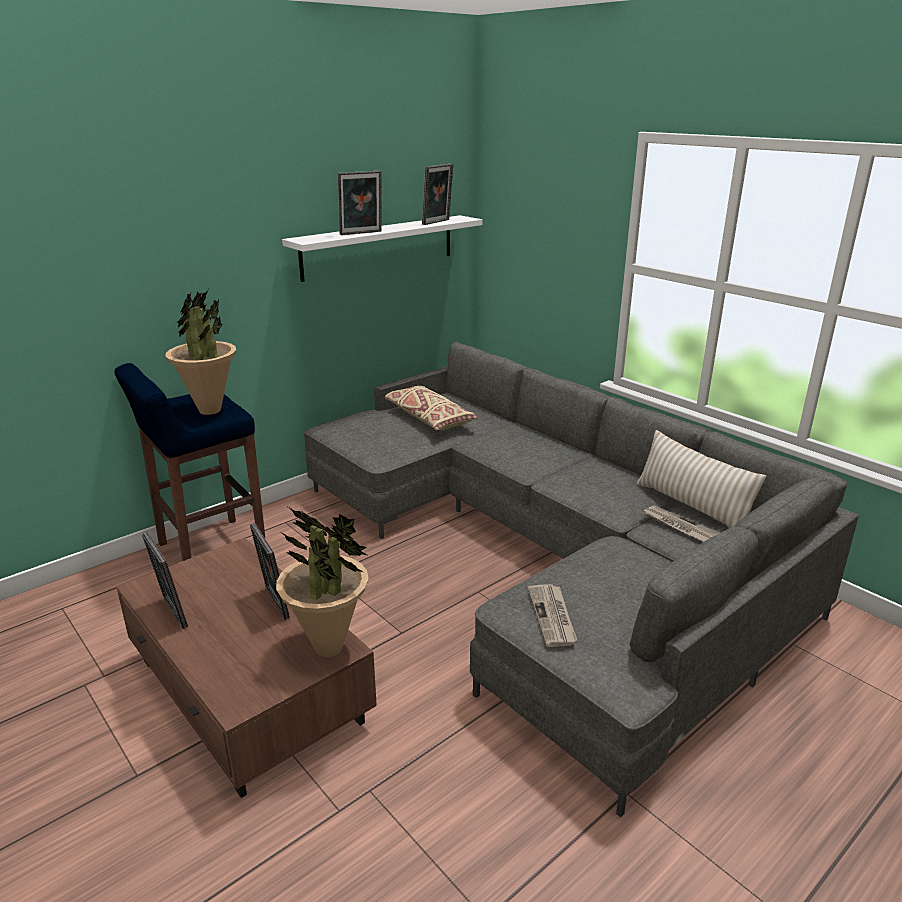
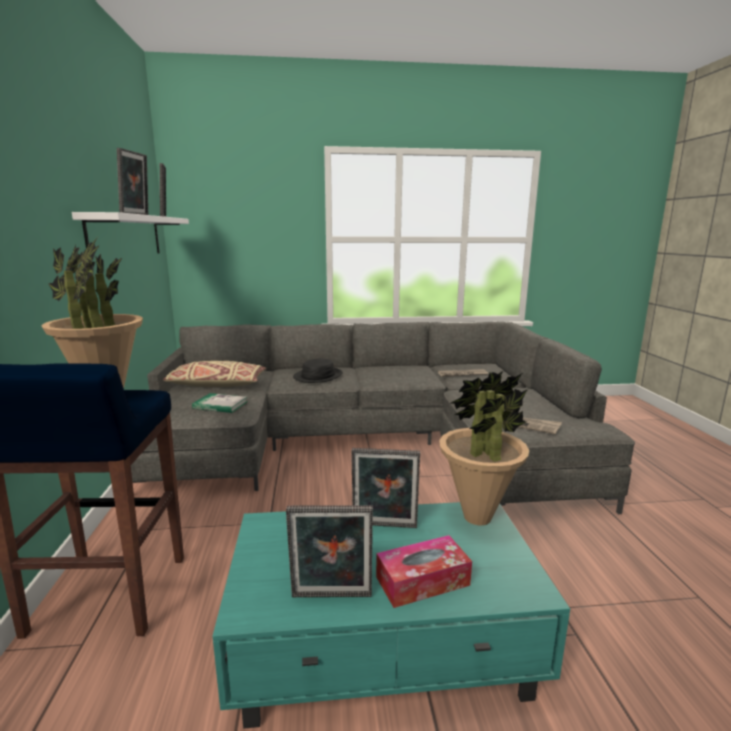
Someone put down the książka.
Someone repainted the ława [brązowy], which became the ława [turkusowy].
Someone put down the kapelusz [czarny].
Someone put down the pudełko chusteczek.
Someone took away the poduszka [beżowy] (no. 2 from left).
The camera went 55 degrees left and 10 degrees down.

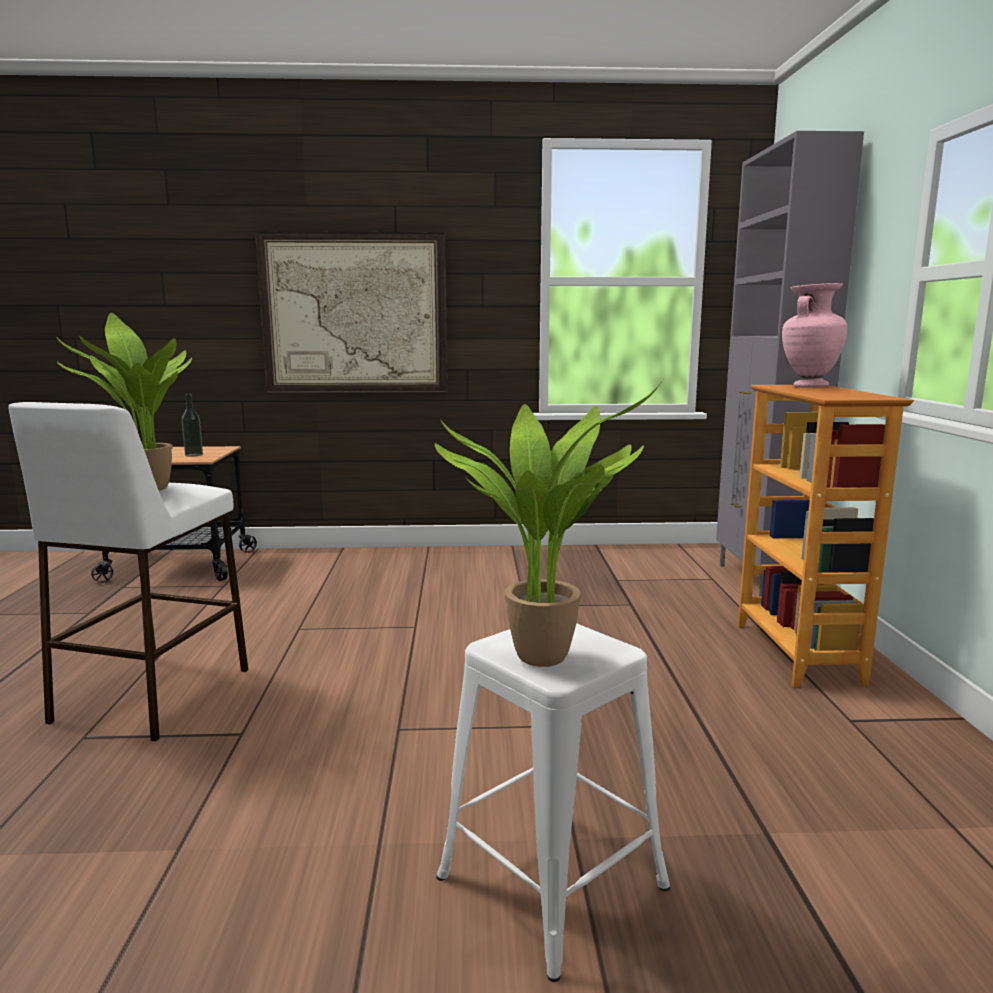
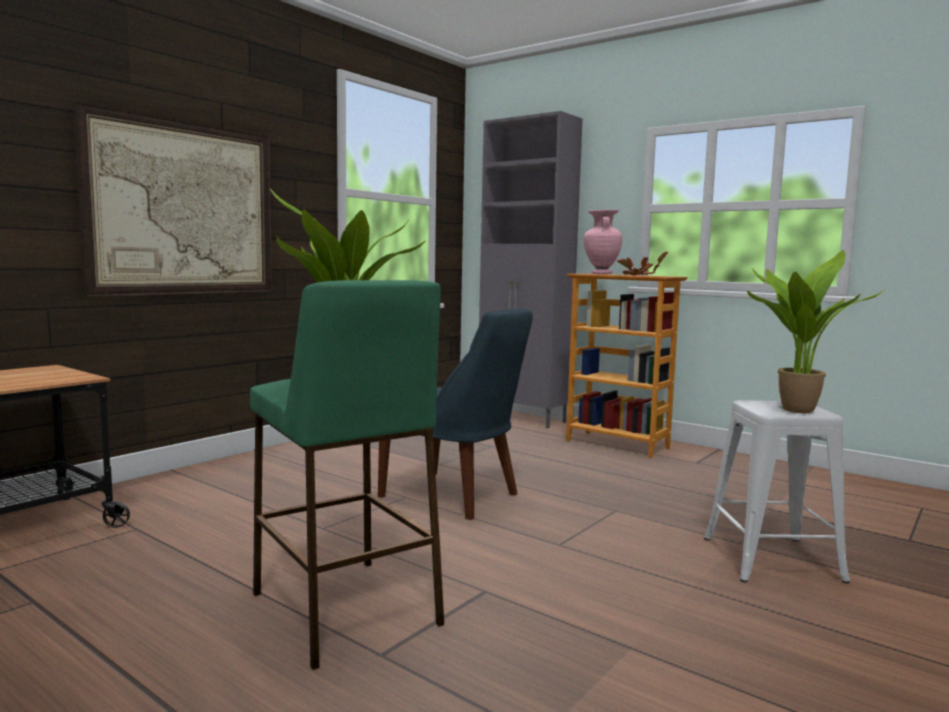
Someone repainted the stołek [biały] (no. 1 from left), which became the stołek [zielony].
Someone put down the krzesło [niebieski].
Someone put down the roślina doniczkowa (no. 2 from left).
Someone took away the butelka.
The camera went 50 degrees left and 5 degrees down.

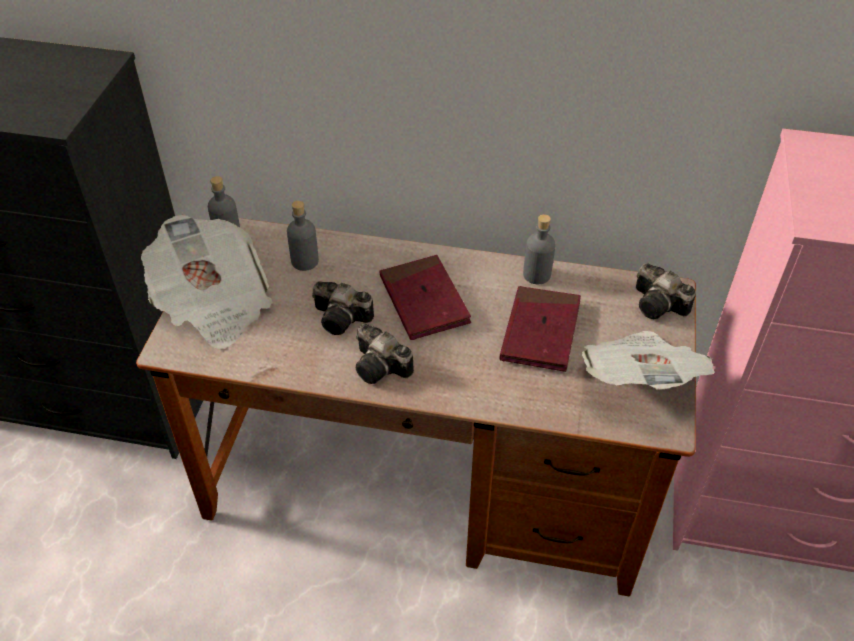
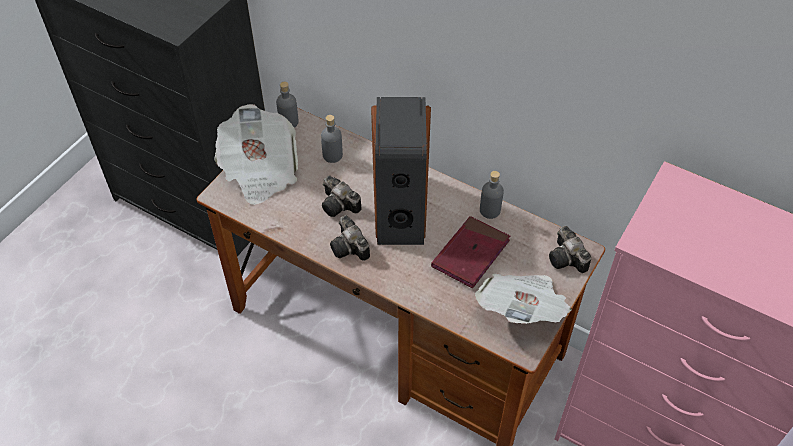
Someone swapped the książka [czerwony] (no. 1 from left) for the głośnik.
The camera went 20 degrees right and 5 degrees up.

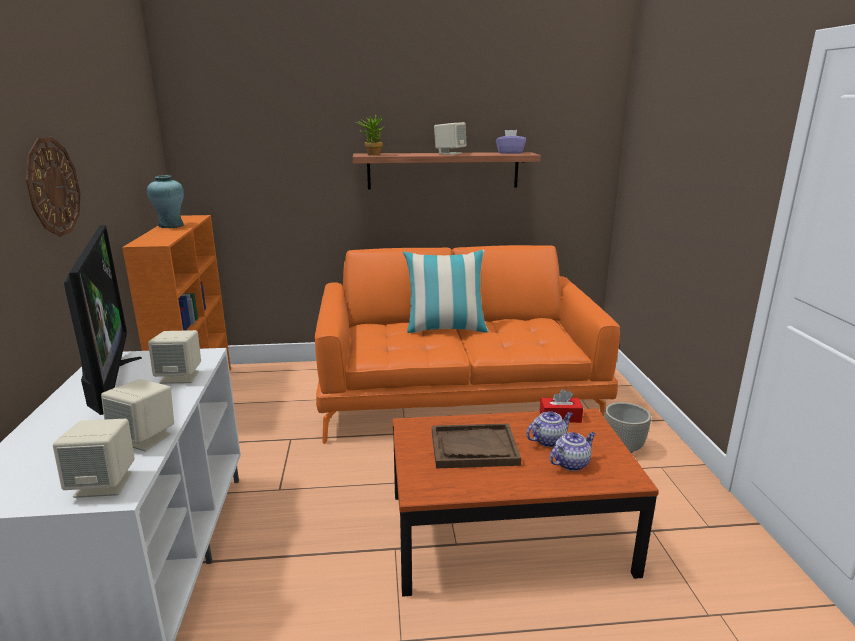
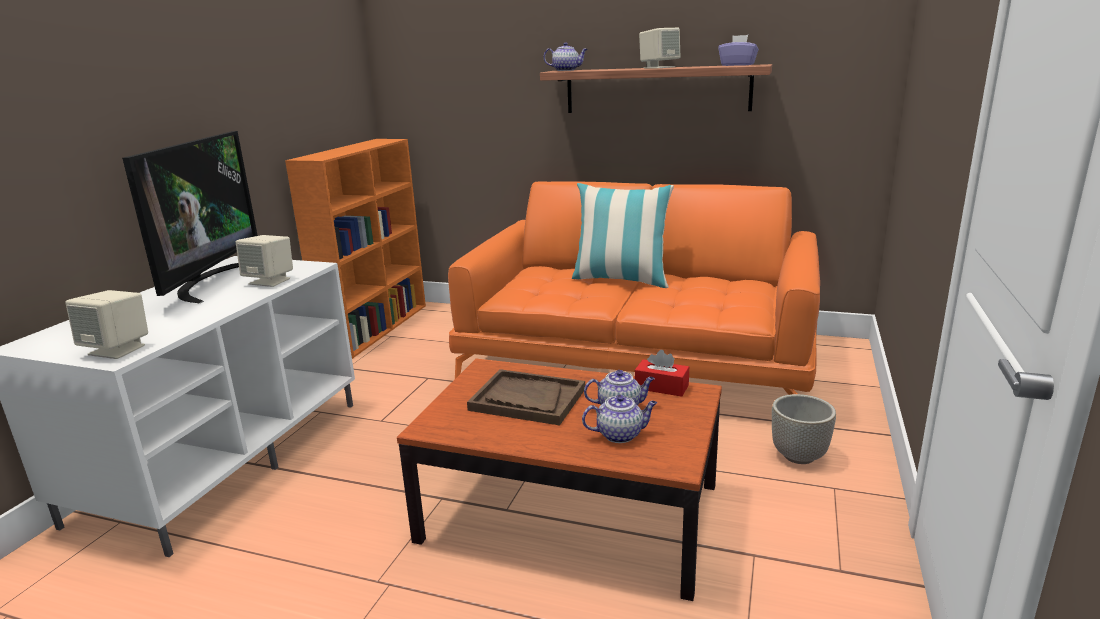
Someone swapped the roślina doniczkowa for the imbryk (no. 1 from left).
Someone took away the zegar ścienny.
Someone took away the głośnik [beżowy] (no. 2 from left).
Someone took away the wazon [turkusowy].
The camera went 25 degrees right and 0 degrees up.

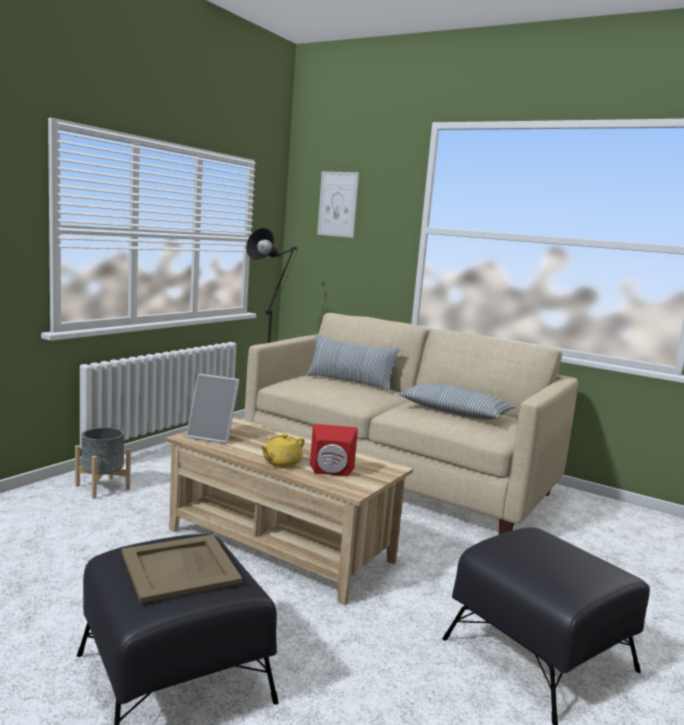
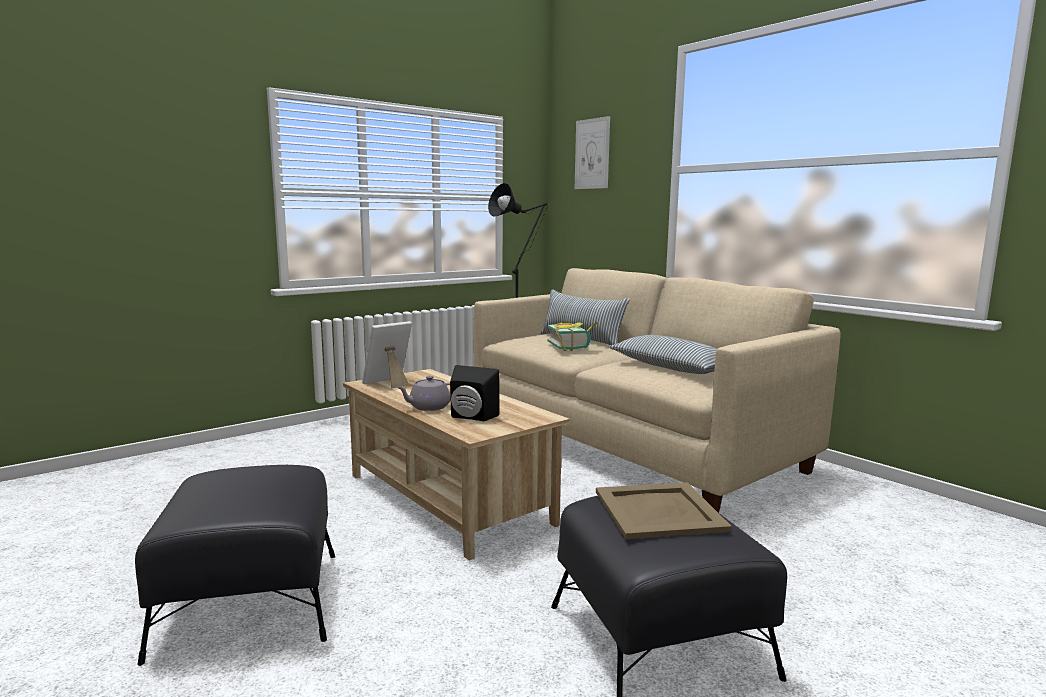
Someone rotated the ramka na zdjęcie by 105 degrees clockwise.
Someone repainted the imbryk [żółty], which became the imbryk [szary].
Someone repainted the głośnik [czerwony], which became the głośnik [czarny].
Someone put down the książka.
Someone carried the taca [beżowy].
Someone took away the donica [szary].
The camera went 20 degrees right and 0 degrees up.

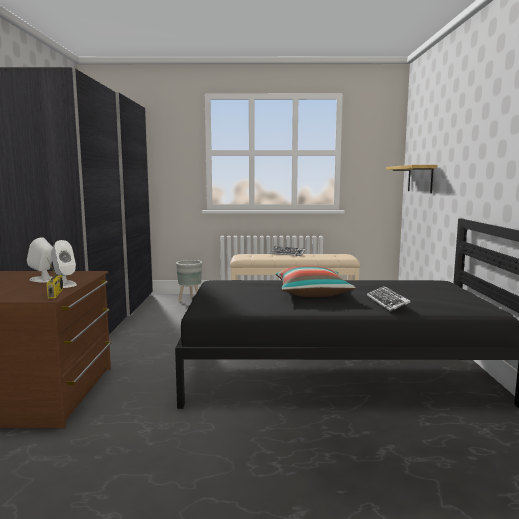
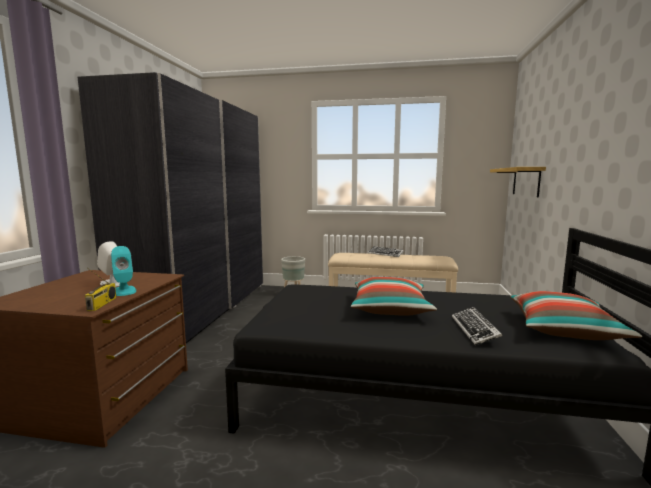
Someone repainted the głośnik [biały] (no. 2 from left), which became the głośnik [turkusowy].
Someone put down the poduszka (no. 2 from left).
The camera went 10 degrees right and 0 degrees up.

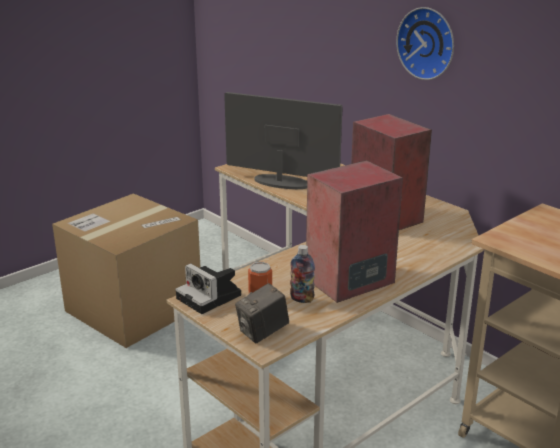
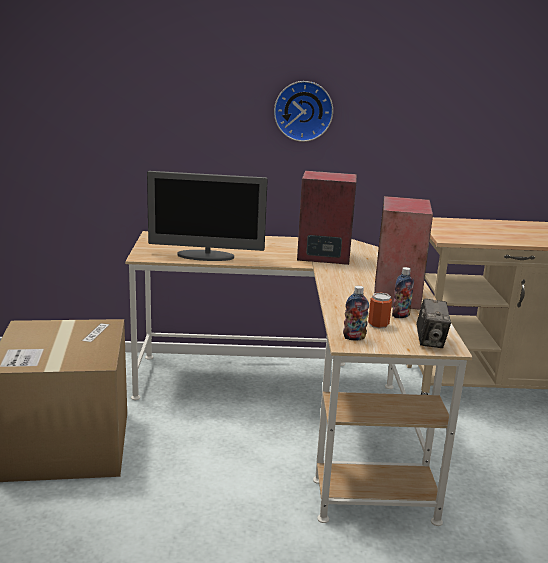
Someone rotated the monitor by 150 degrees counterclockwise.
Someone swapped the aparat fotograficzny (no. 1 from left) for the butelka (no. 1 from left).
The camera went 50 degrees left and 5 degrees down.

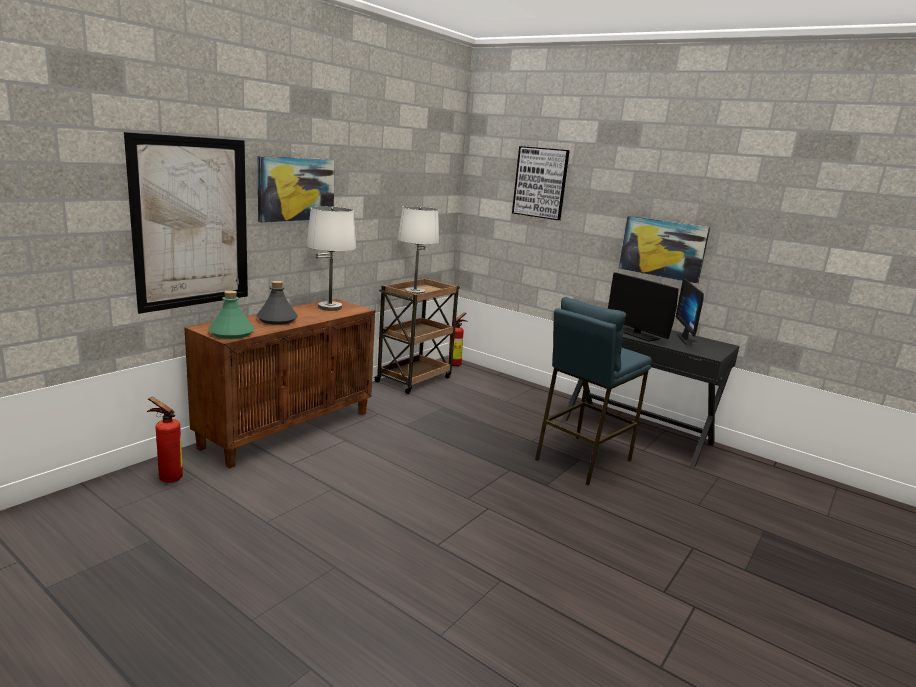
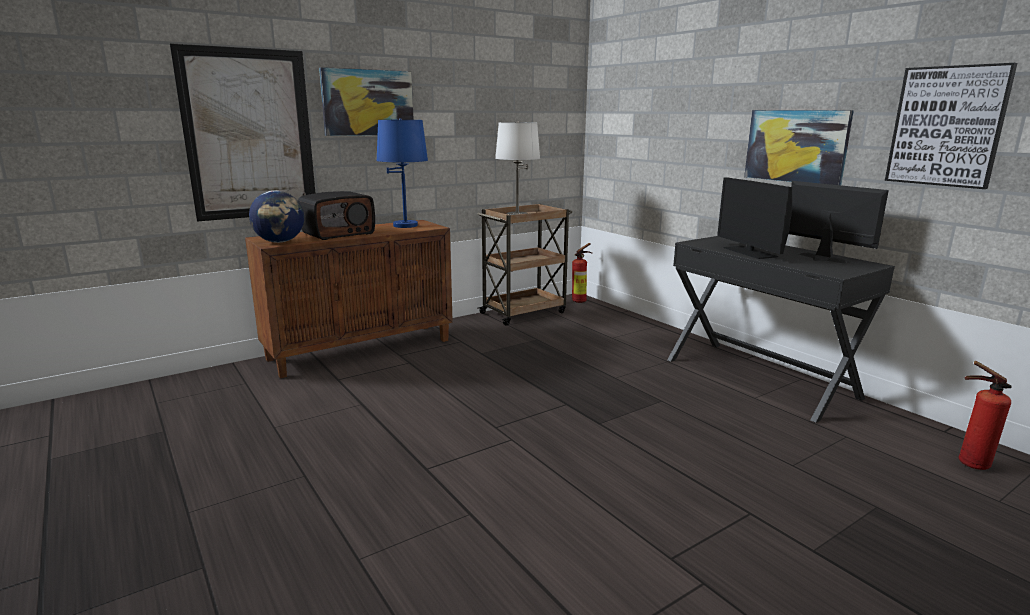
Someone swapped the butelka [zielony] for the globus.
Someone swapped the butelka [szary] for the radio.
Someone repainted the lampa stołowa [biały] (no. 1 from left), which became the lampa stołowa [niebieski].
Someone rotated the monitor (no. 2 from left) by 120 degrees clockwise.
Someone carried the obraz (no. 3 from left in the first image).
Someone carried the gaśnica (no. 1 from left in the first image).
Someone took away the stołek [niebieski].
The camera went 20 degrees right and 0 degrees up.

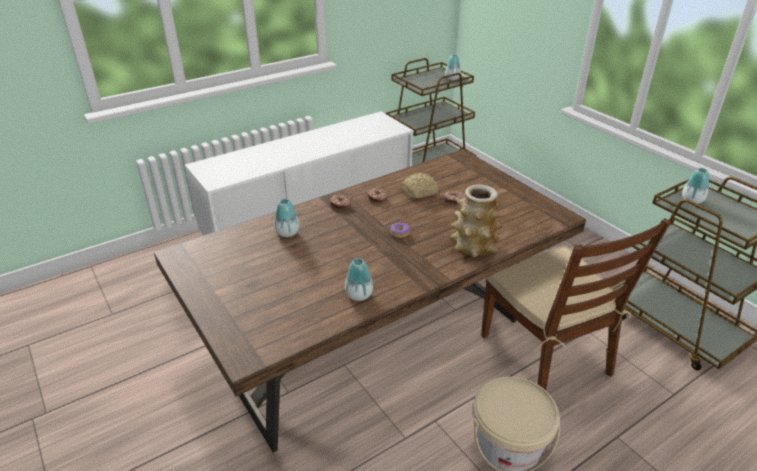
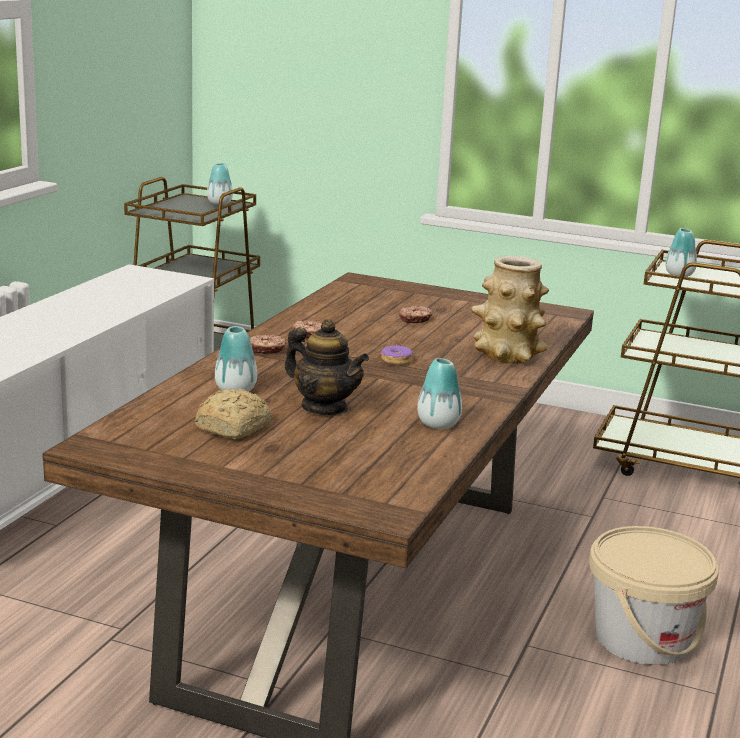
Someone carried the chleb.
Someone put down the imbryk.
Someone took away the krzesło [brązowy].
The camera went 35 degrees left and 15 degrees down.

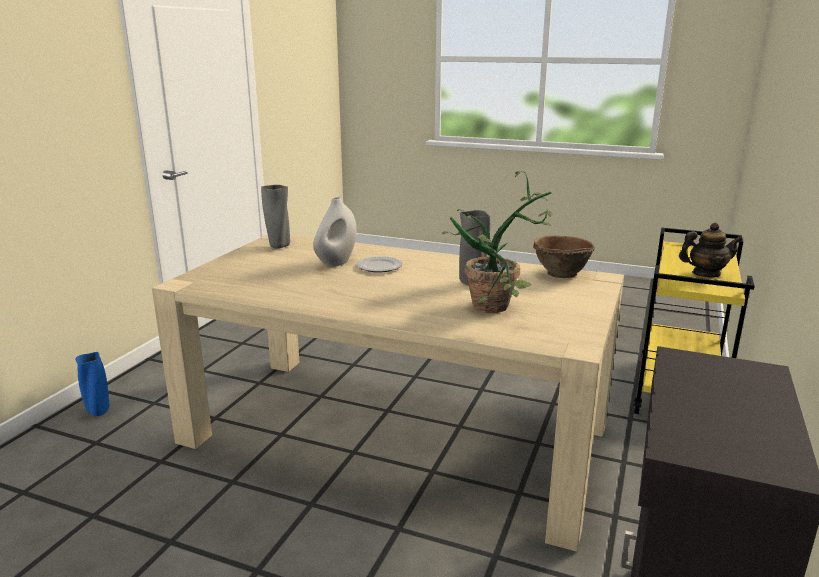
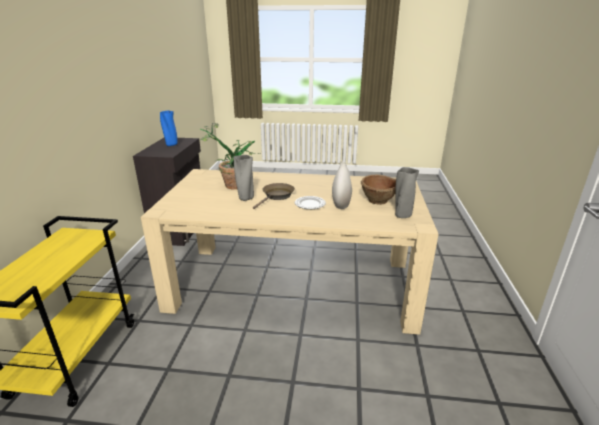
Someone carried the wazon [niebieski].
Someone put down the patelnia [brązowy].
Someone carried the miska [brązowy].
Someone took away the imbryk.
The camera went 165 degrees right and 5 degrees up.

